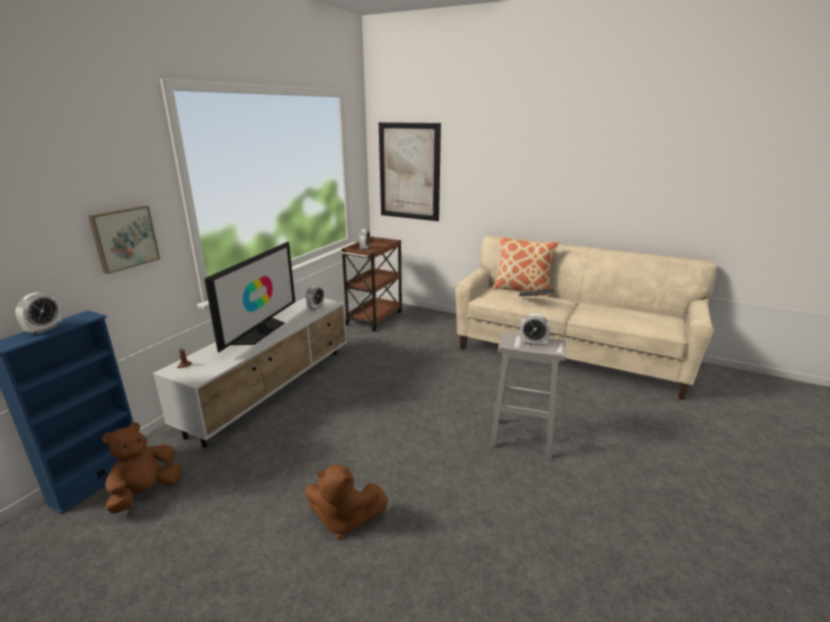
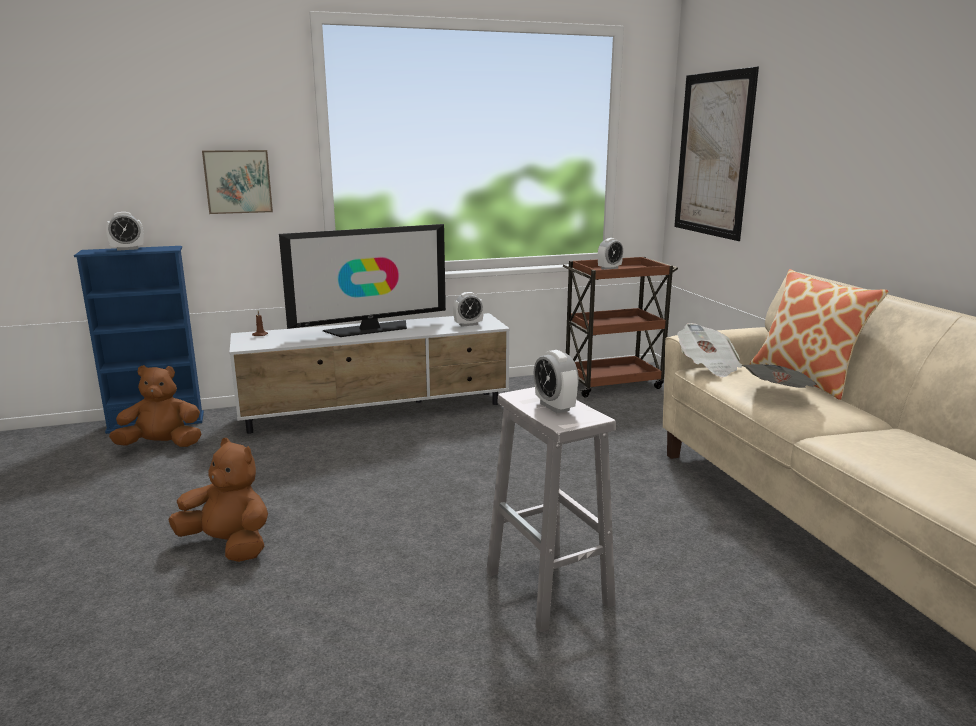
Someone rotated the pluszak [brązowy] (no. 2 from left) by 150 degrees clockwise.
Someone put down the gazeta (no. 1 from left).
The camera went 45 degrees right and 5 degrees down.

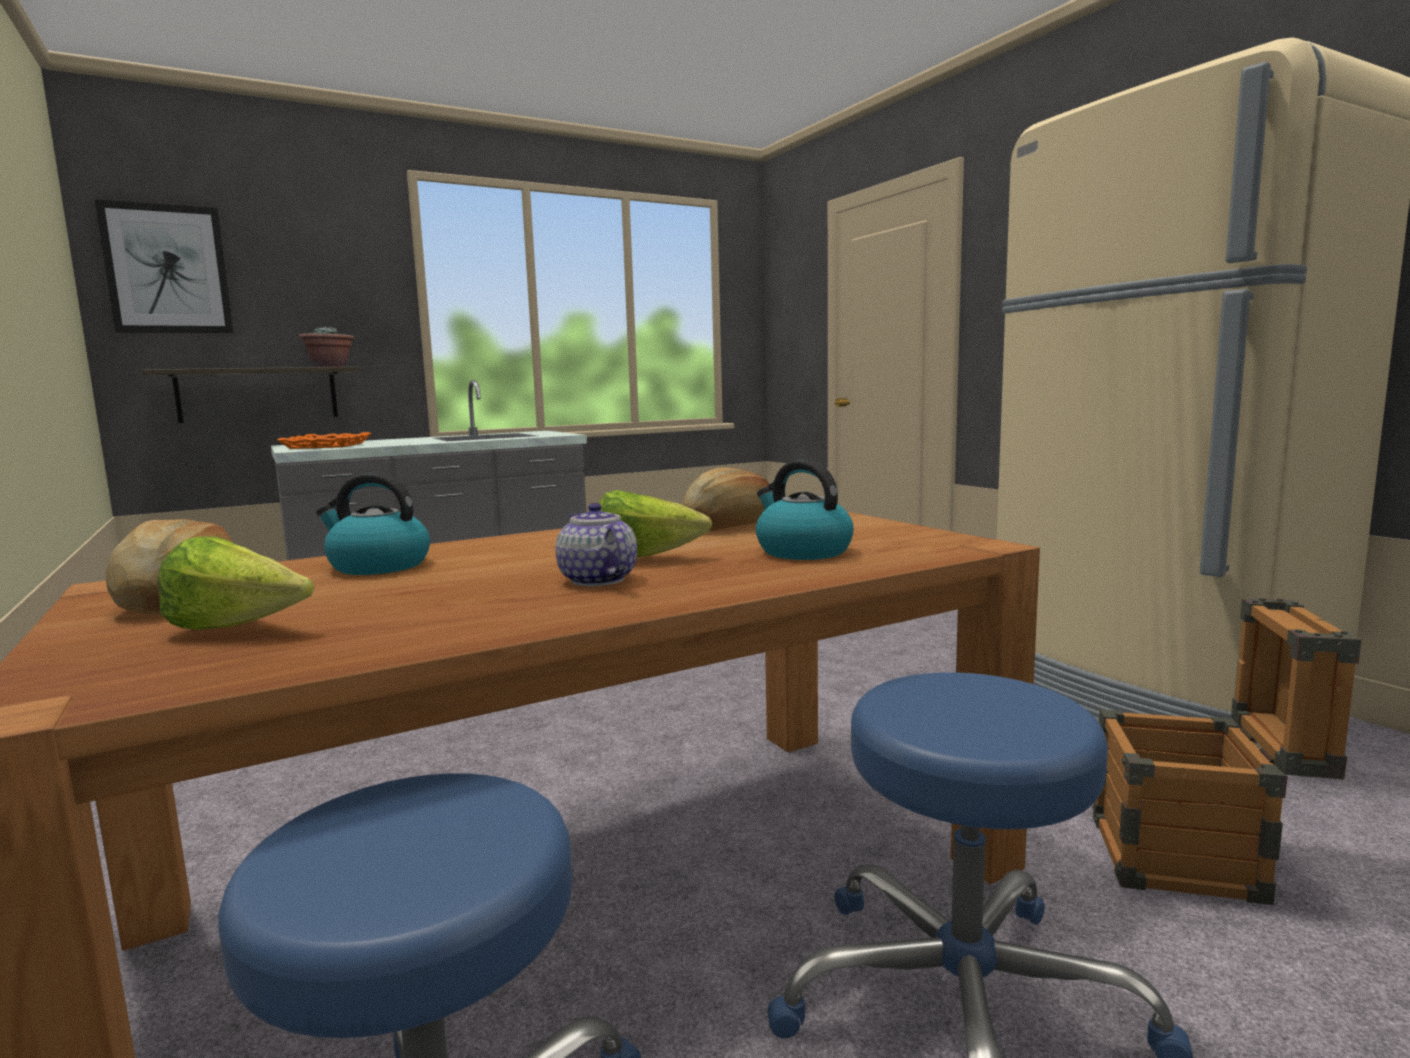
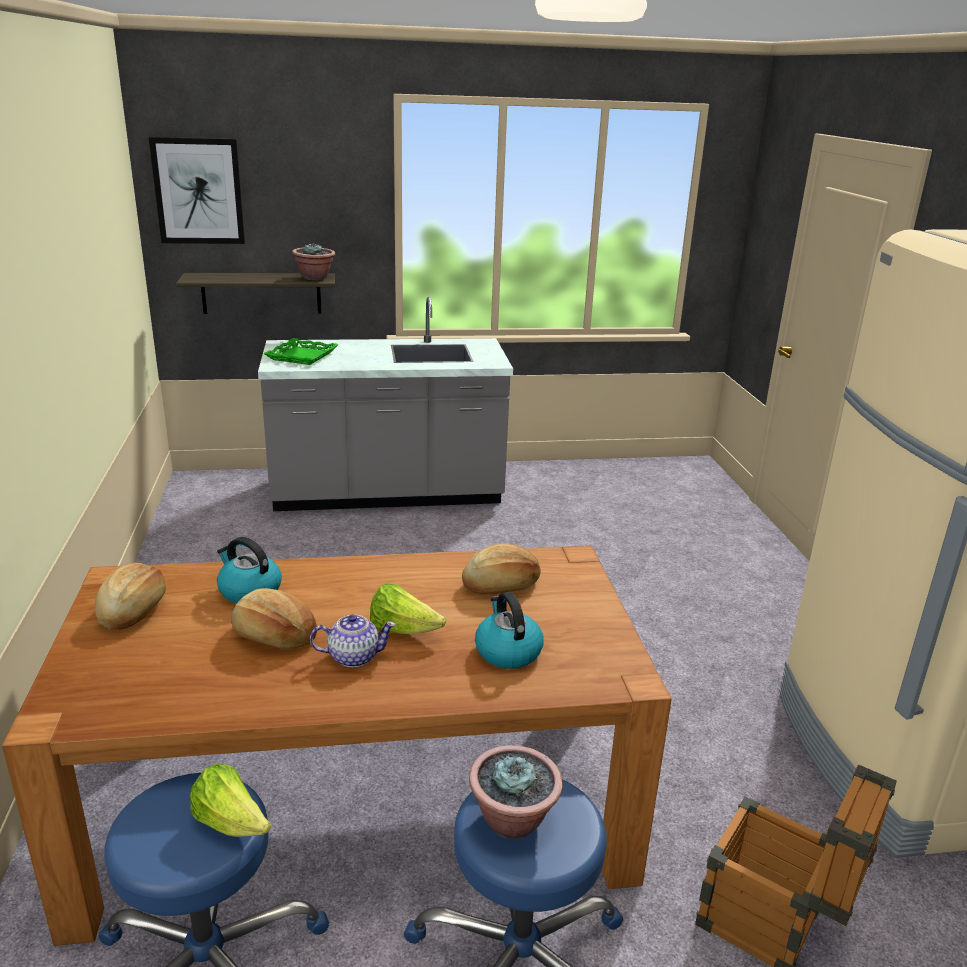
Someone carried the sałata (no. 1 from left).
Someone put down the chleb (no. 2 from left).
Someone repainted the taca [pomarańczowy], which became the taca [zielony].
Someone rotated the imbryk by 90 degrees clockwise.
Someone put down the roślina doniczkowa (no. 2 from left).
The camera went 20 degrees right and 15 degrees up.

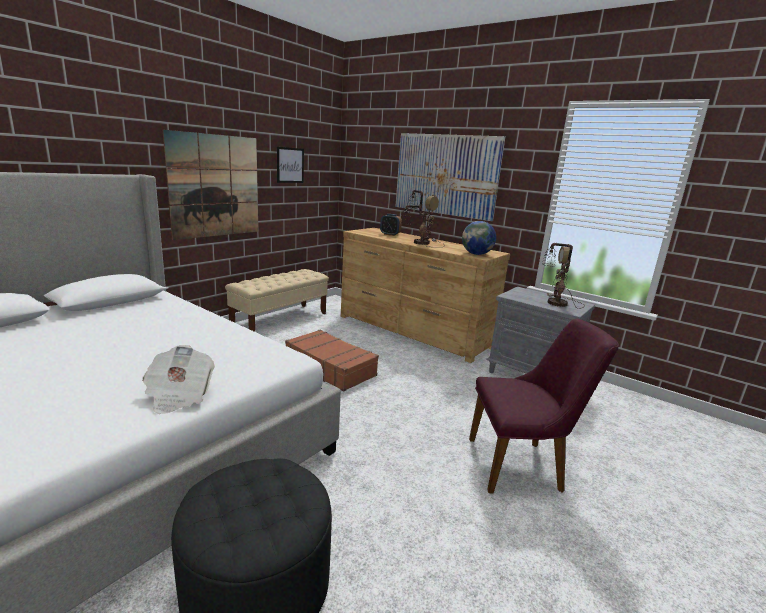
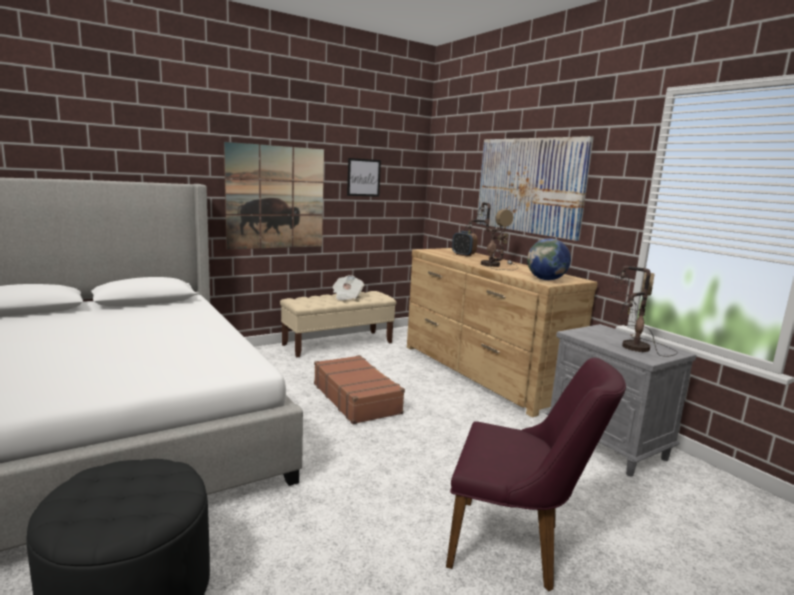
Someone carried the gazeta.
The camera went 20 degrees right and 5 degrees down.

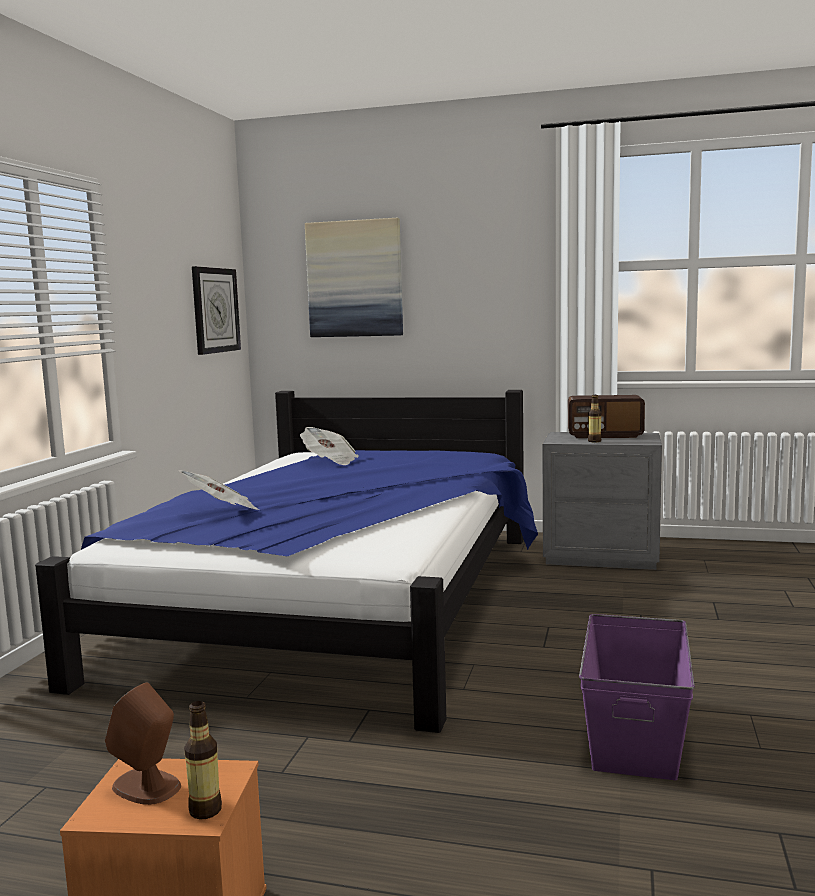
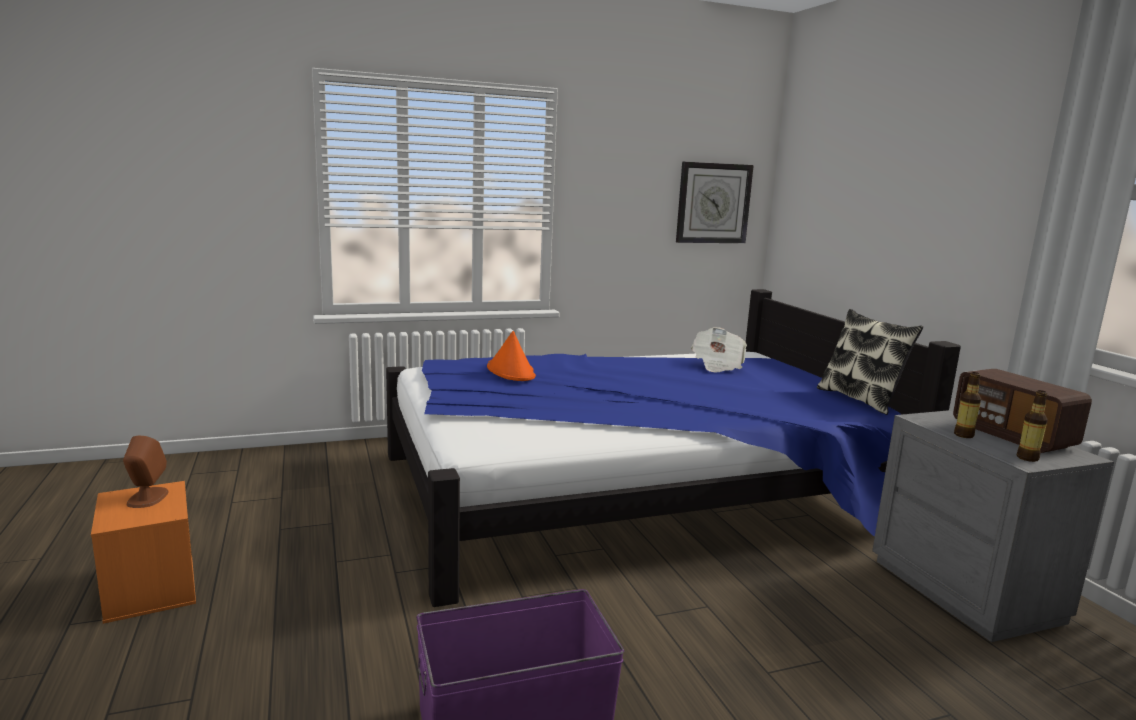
Someone swapped the gazeta (no. 1 from left) for the kapelusz [pomarańczowy].
Someone put down the poduszka.
Someone carried the butelka (no. 1 from left in the first image).
Someone took away the obraz.
The camera went 55 degrees right and 5 degrees up.

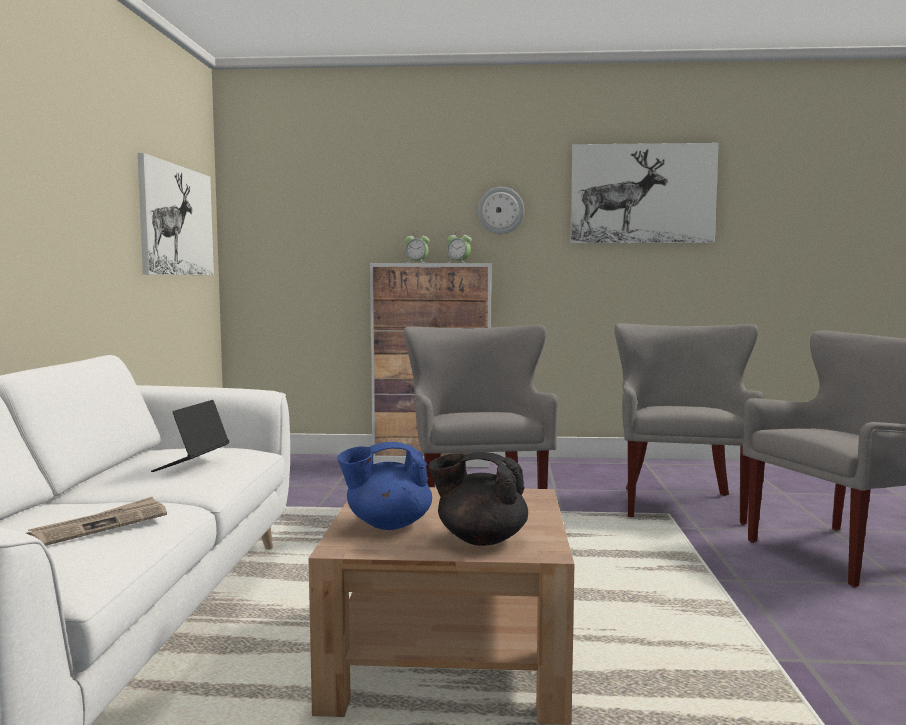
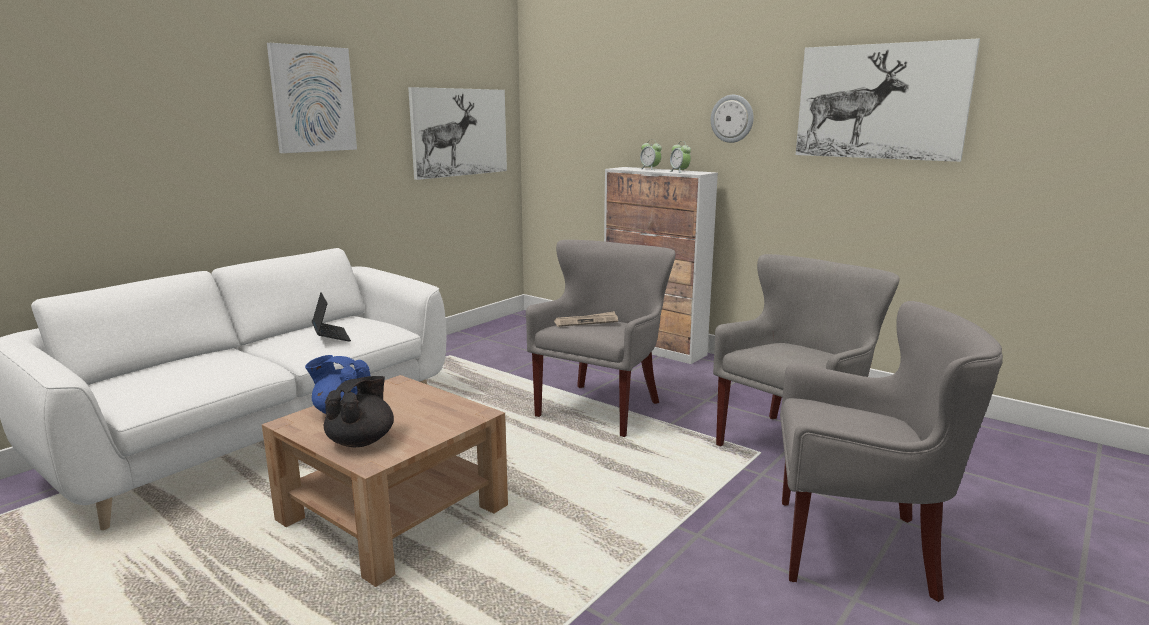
Someone put up the obraz (no. 1 from left).
Someone rotated the laptop by 105 degrees clockwise.
Someone rotated the imbryk [czarny] by 60 degrees clockwise.
Someone carried the gazeta.
The camera went 35 degrees right and 10 degrees up.

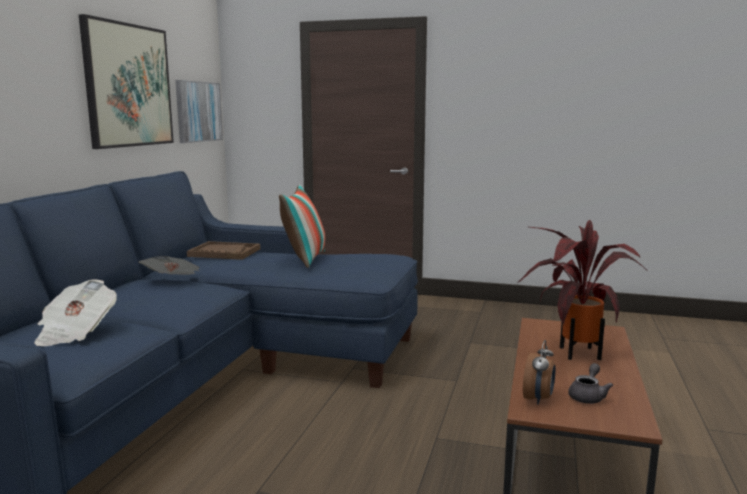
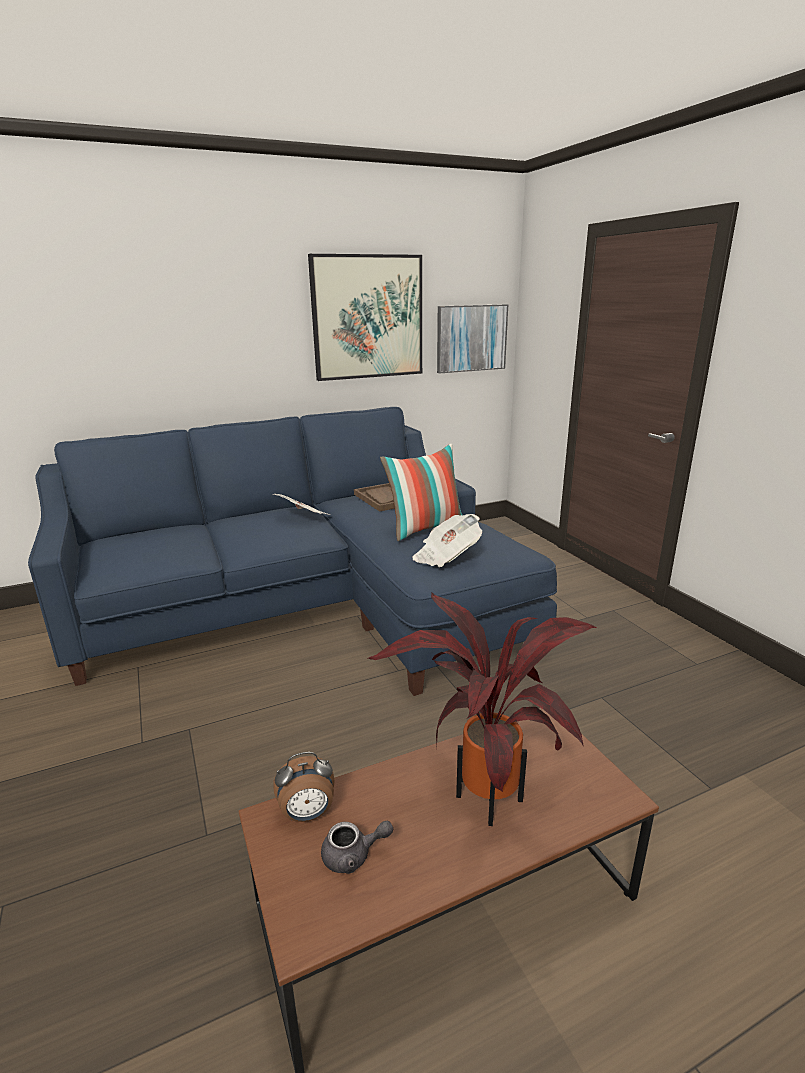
Someone carried the gazeta (no. 1 from left in the first image).
The camera went 50 degrees right and 10 degrees up.

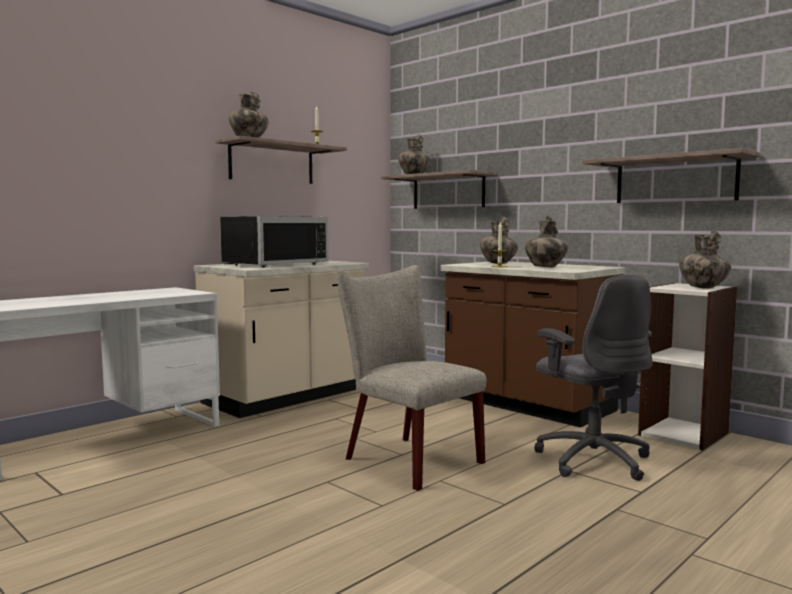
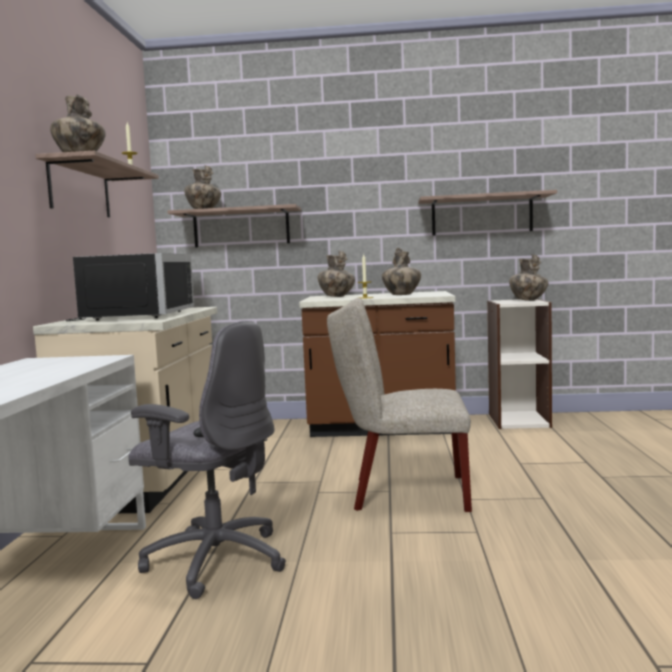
Someone carried the krzesło biurowe [szary].
The camera went 40 degrees left and 0 degrees up.

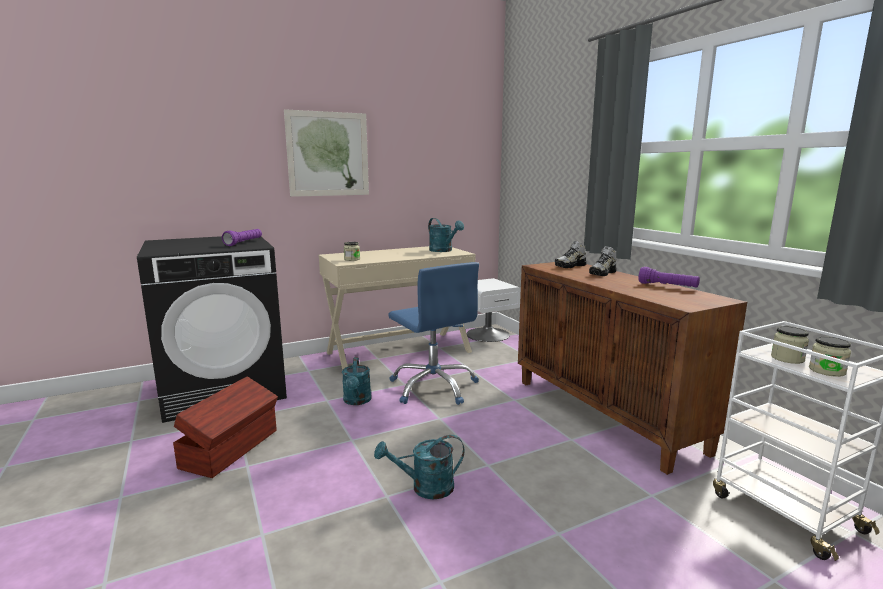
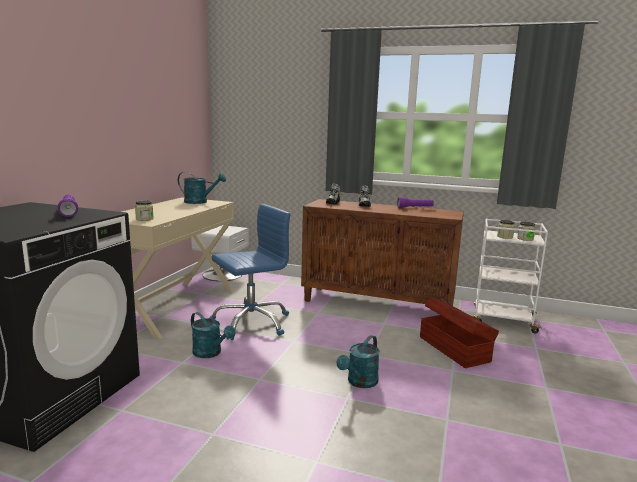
Someone rotated the krzesło biurowe [niebieski] by 45 degrees counterclockwise.
Someone carried the pojemnik do przechowywania [brązowy].
Someone took away the obraz.
The camera went 45 degrees left and 0 degrees up.

